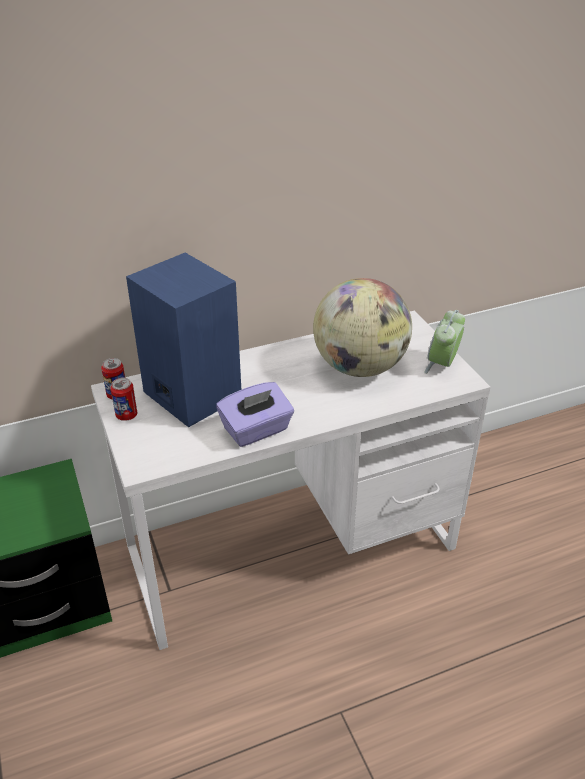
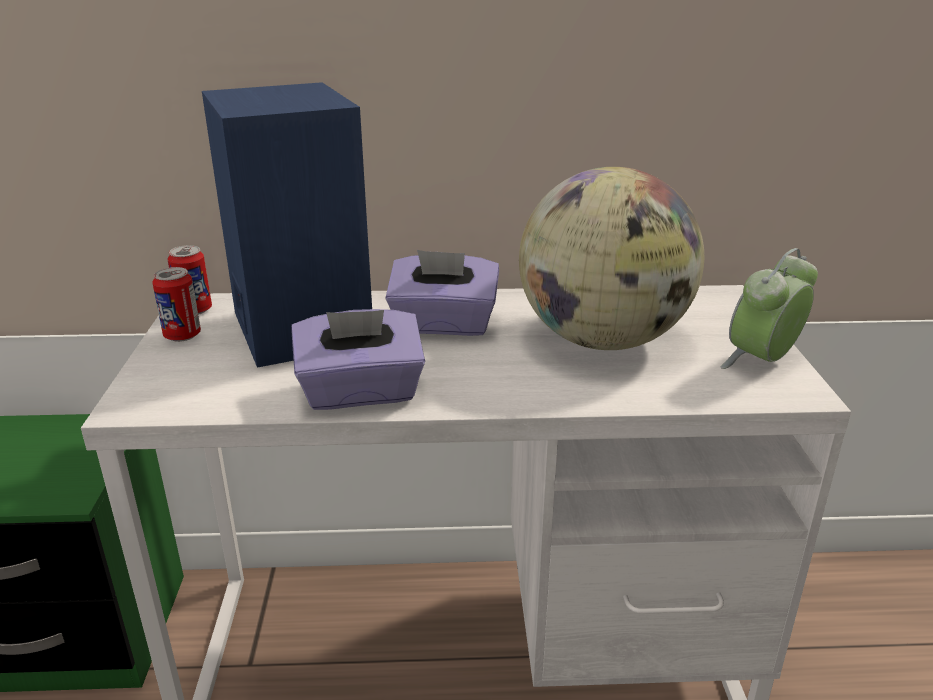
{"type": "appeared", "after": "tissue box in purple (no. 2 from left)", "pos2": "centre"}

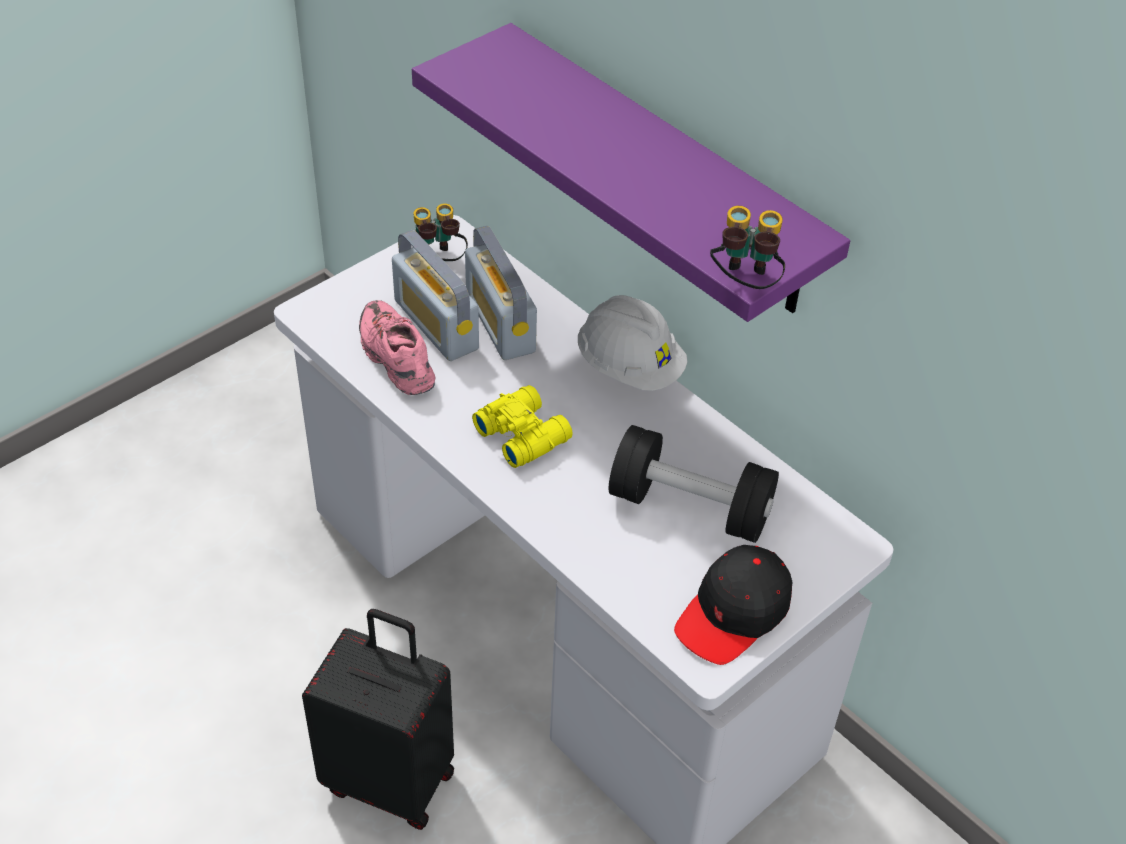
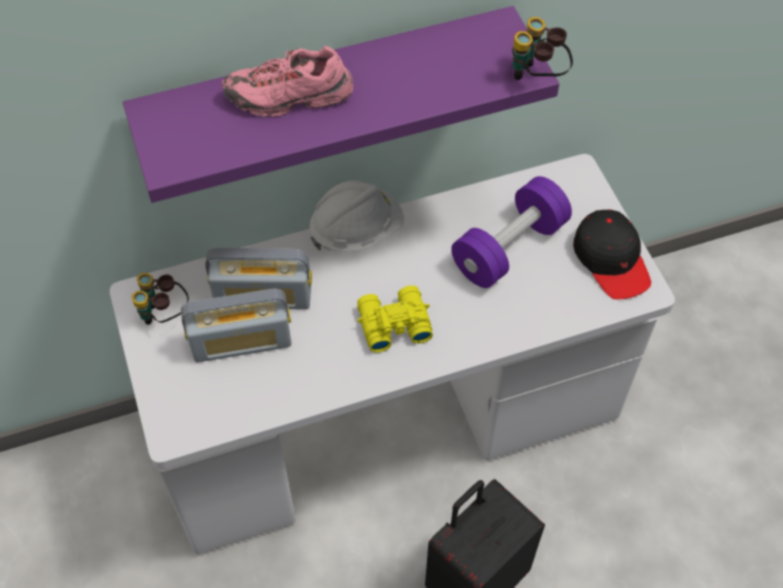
{"type": "relocated", "before": "shoe in pink", "pos1": "centre", "pos2": "top centre"}
{"type": "colour", "before": "dumbbell in black", "after": "dumbbell in purple", "pos1": "centre", "pos2": "centre"}

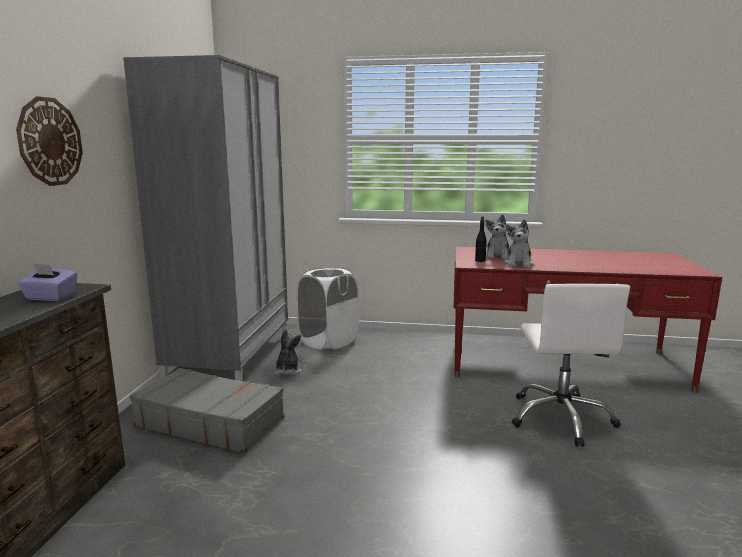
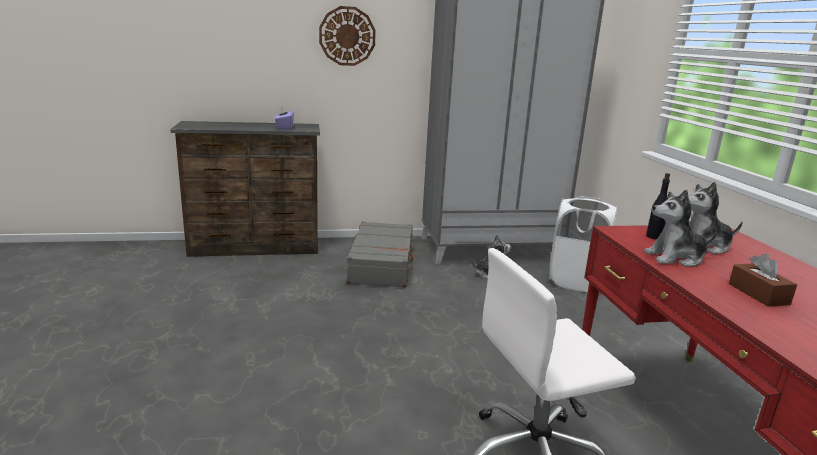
{"type": "appeared", "after": "tissue box in brown", "pos2": "middle right"}

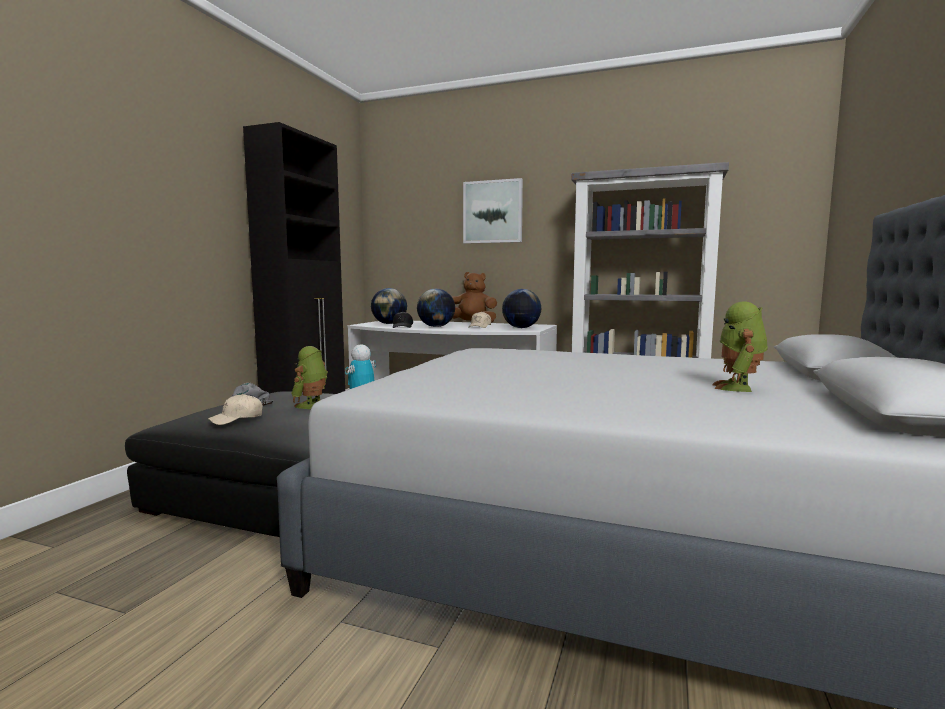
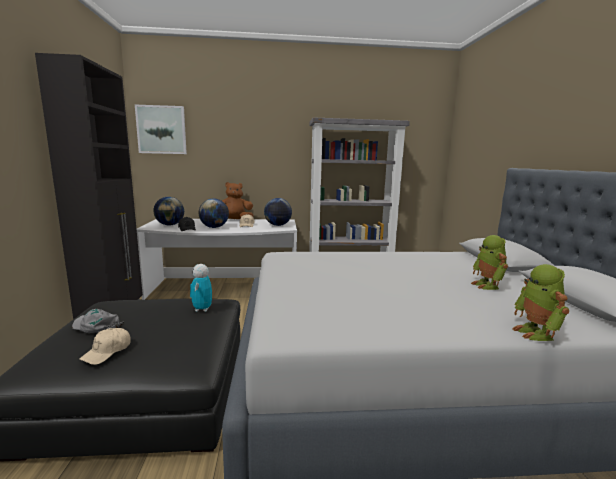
{"type": "relocated", "before": "picture", "pos1": "top centre", "pos2": "top left"}
{"type": "relocated", "before": "toy robot (no. 1 from left in the first image)", "after": "toy robot (no. 3 from left)", "pos1": "middle left", "pos2": "middle right"}

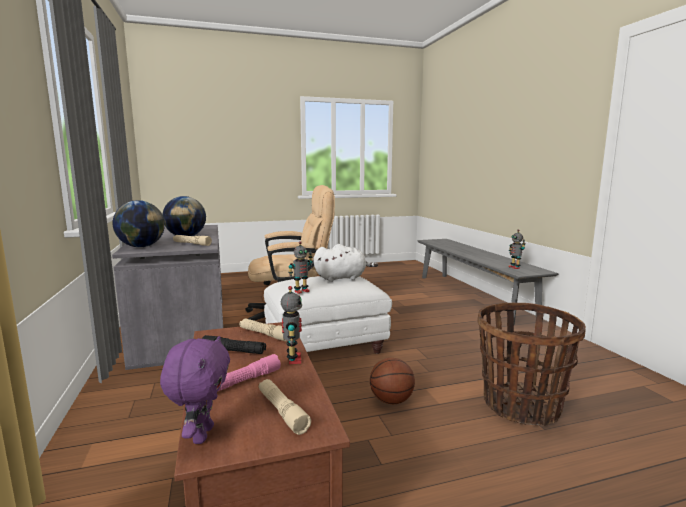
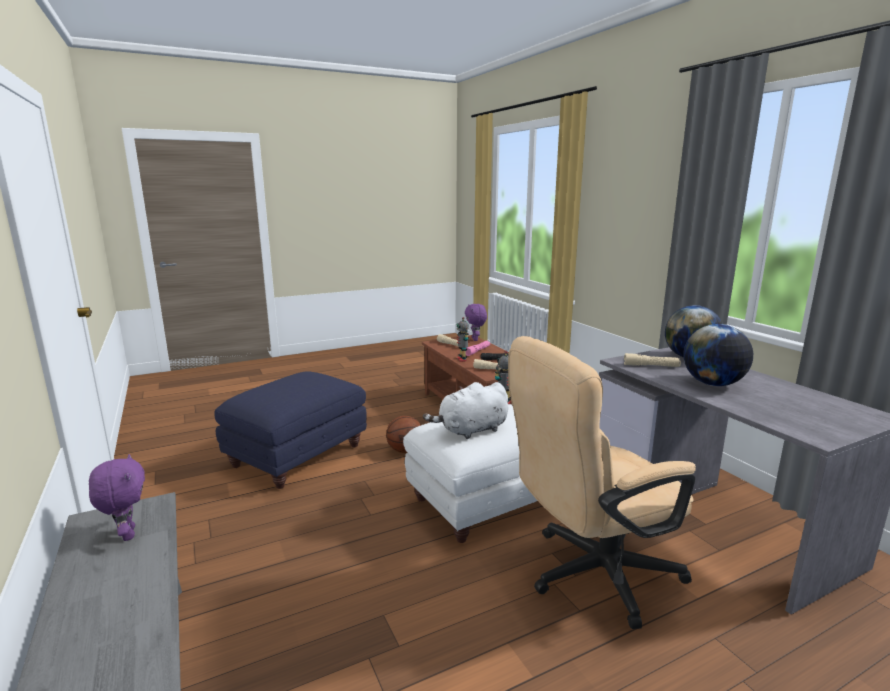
{"type": "exchanged", "before": "toy robot (no. 3 from left)", "after": "plush toy in purple (no. 1 from left)", "pos1": "middle right", "pos2": "bottom left"}
{"type": "exchanged", "before": "basket", "after": "ottoman in blue", "pos1": "bottom right", "pos2": "middle left"}

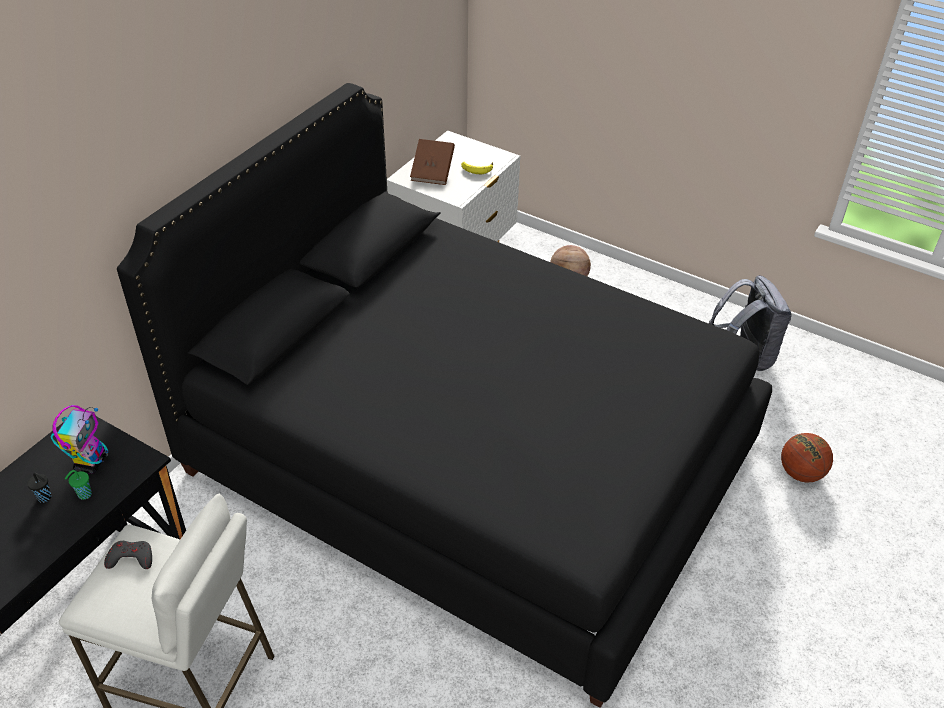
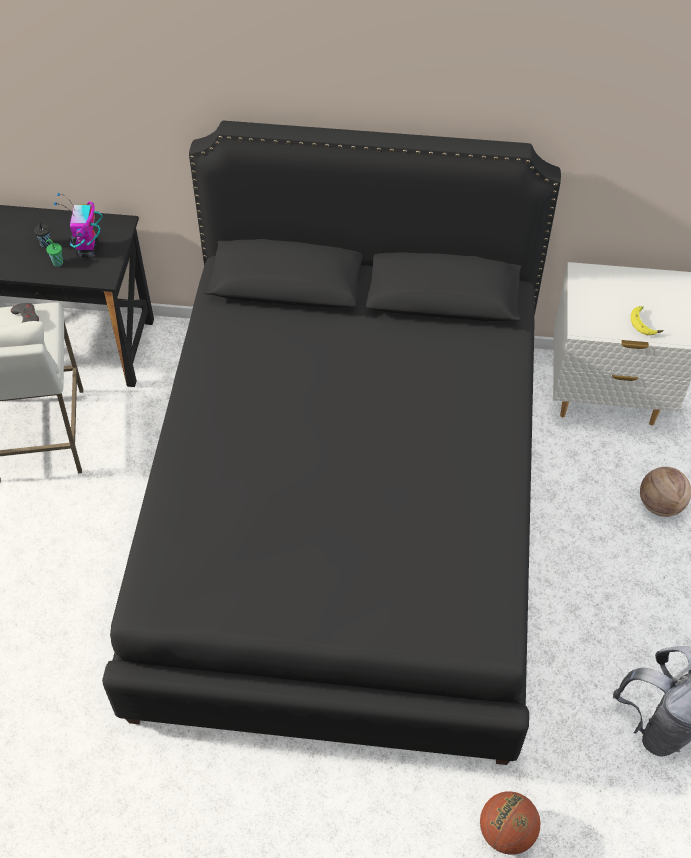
{"type": "missing", "before": "book in brown", "pos1": "top centre"}
{"type": "spun", "before": "toy robot", "pos1": "middle left", "pos2": "top left", "turn": 105}

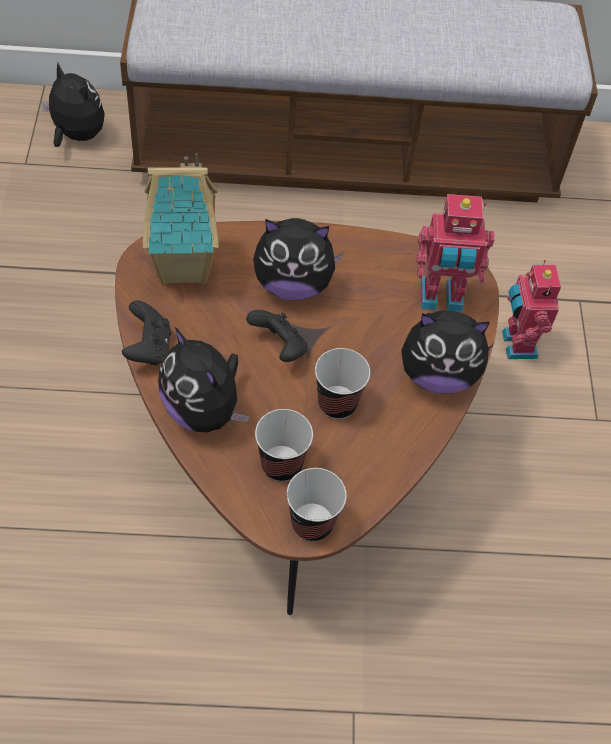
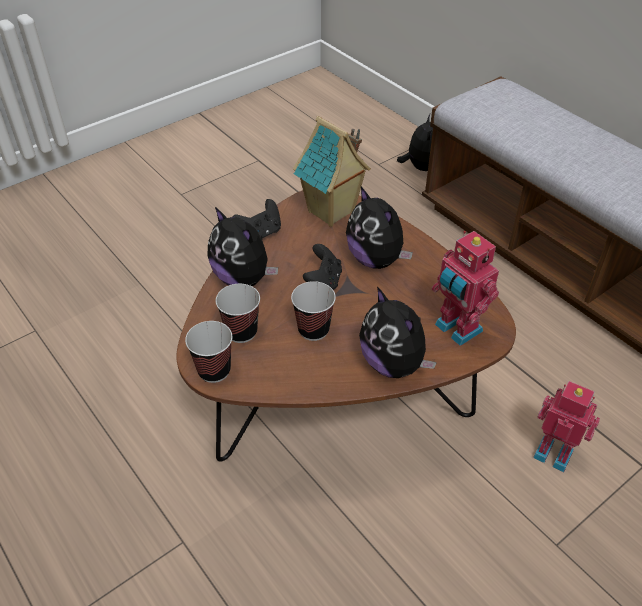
{"type": "spun", "before": "toy robot (no. 2 from left)", "pos1": "middle right", "pos2": "bottom right", "turn": 75}
{"type": "spun", "before": "plush toy (no. 2 from left in the first image)", "pos1": "middle left", "pos2": "centre", "turn": -60}

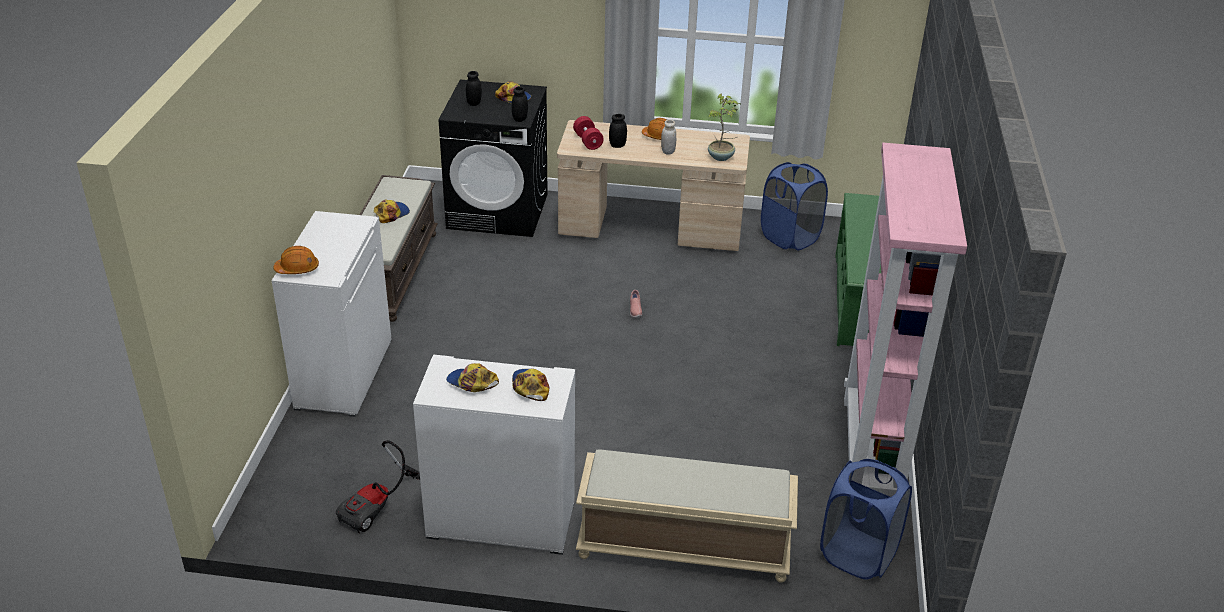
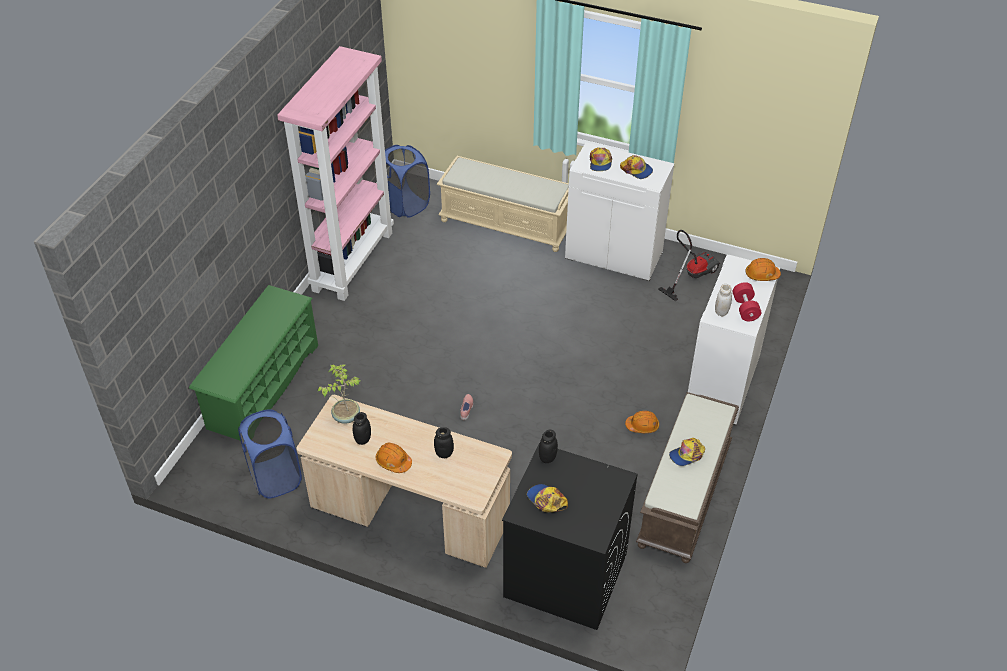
{"type": "relocated", "before": "jar in black (no. 1 from left)", "pos1": "top centre", "pos2": "centre"}
{"type": "relocated", "before": "dumbbell in red", "pos1": "top centre", "pos2": "middle right"}
{"type": "relocated", "before": "jar in white", "pos1": "top centre", "pos2": "middle right"}
{"type": "appeared", "after": "hard hat in orange (no. 2 from left)", "pos2": "centre"}

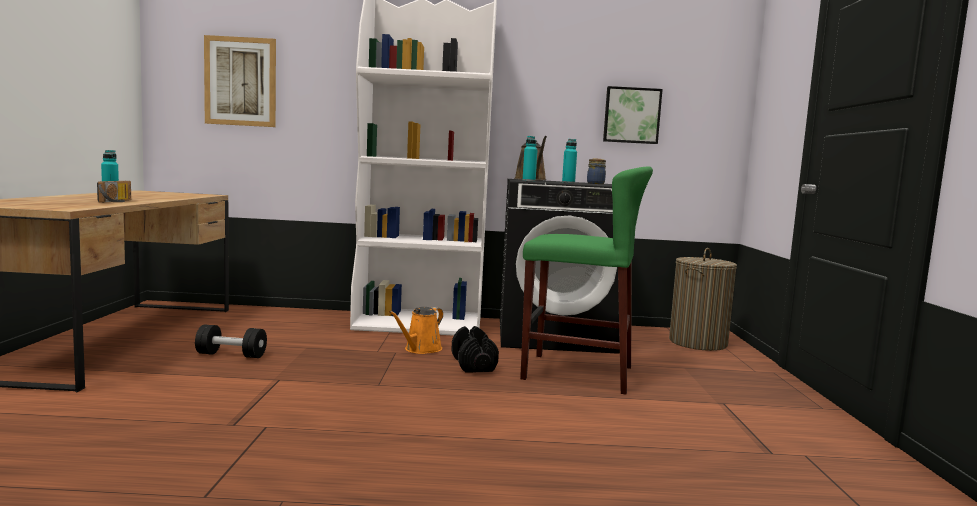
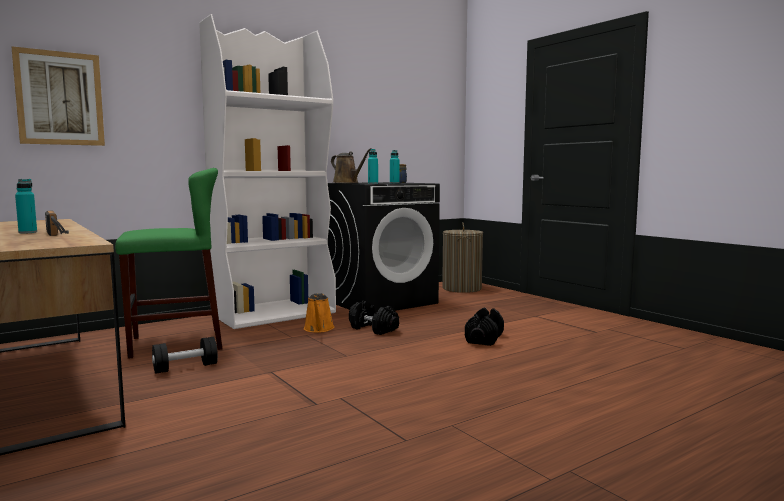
{"type": "missing", "before": "picture (no. 2 from left)", "pos1": "top centre"}
{"type": "relocated", "before": "stool in green", "pos1": "centre", "pos2": "middle left"}
{"type": "appeared", "after": "dumbbell in black (no. 3 from left)", "pos2": "centre"}

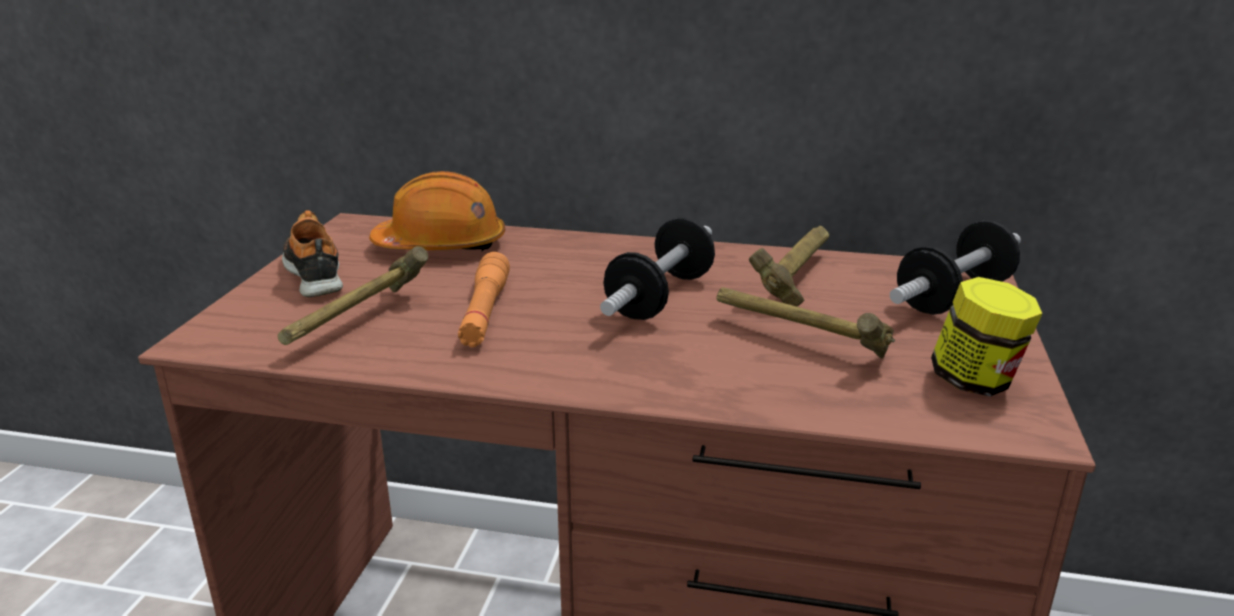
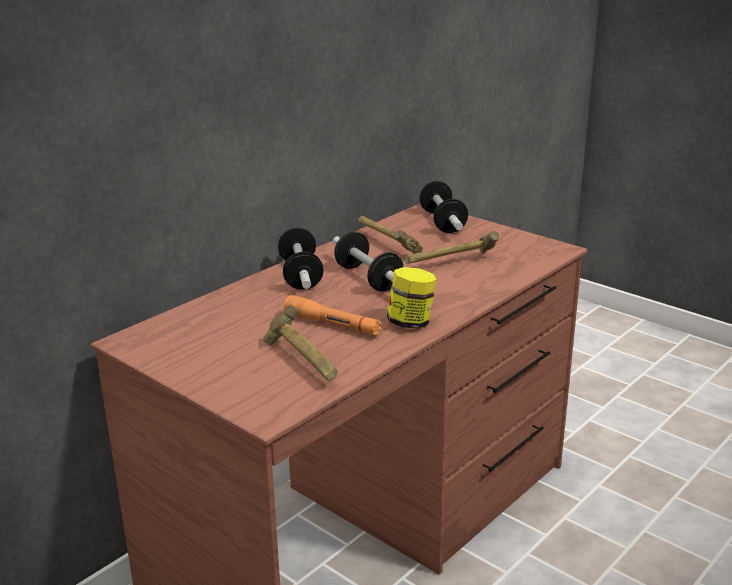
{"type": "missing", "before": "hard hat in orange", "pos1": "centre"}
{"type": "missing", "before": "shoe", "pos1": "middle left"}
{"type": "relocated", "before": "jar", "pos1": "middle right", "pos2": "centre"}
{"type": "appeared", "after": "dumbbell (no. 1 from left)", "pos2": "centre"}

